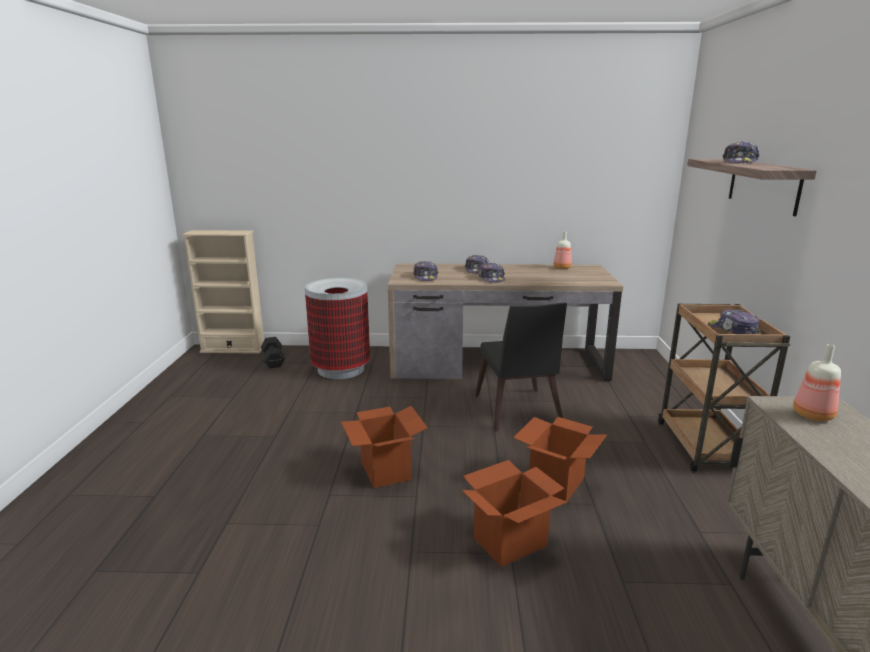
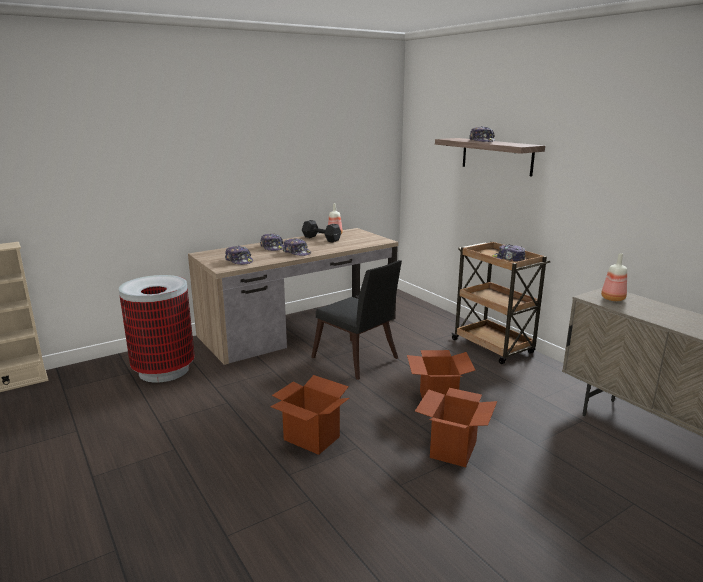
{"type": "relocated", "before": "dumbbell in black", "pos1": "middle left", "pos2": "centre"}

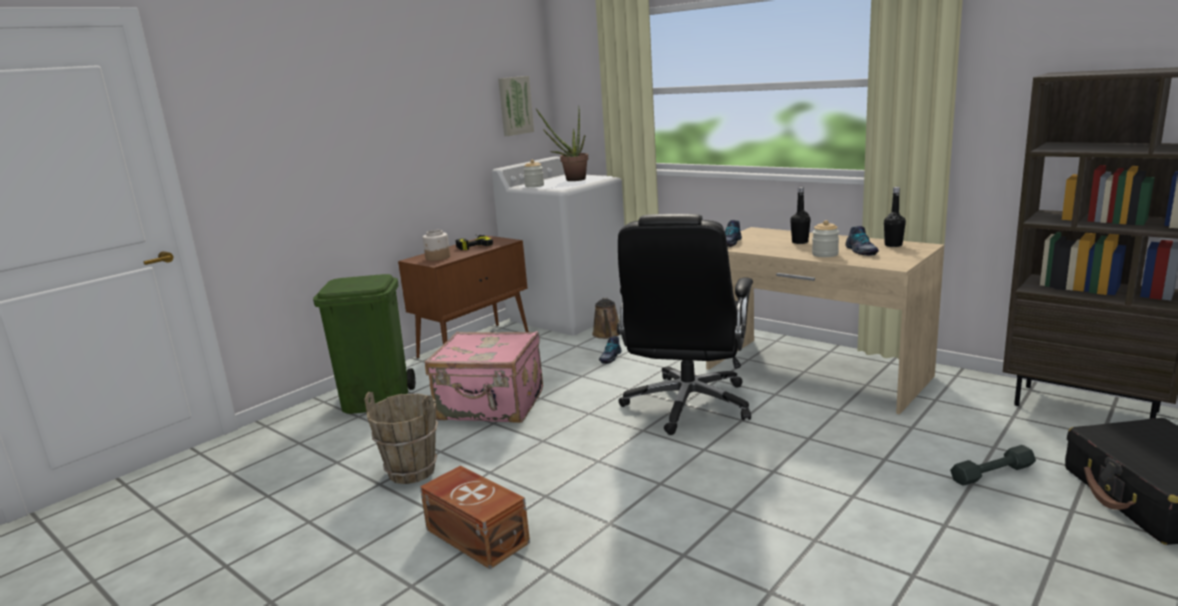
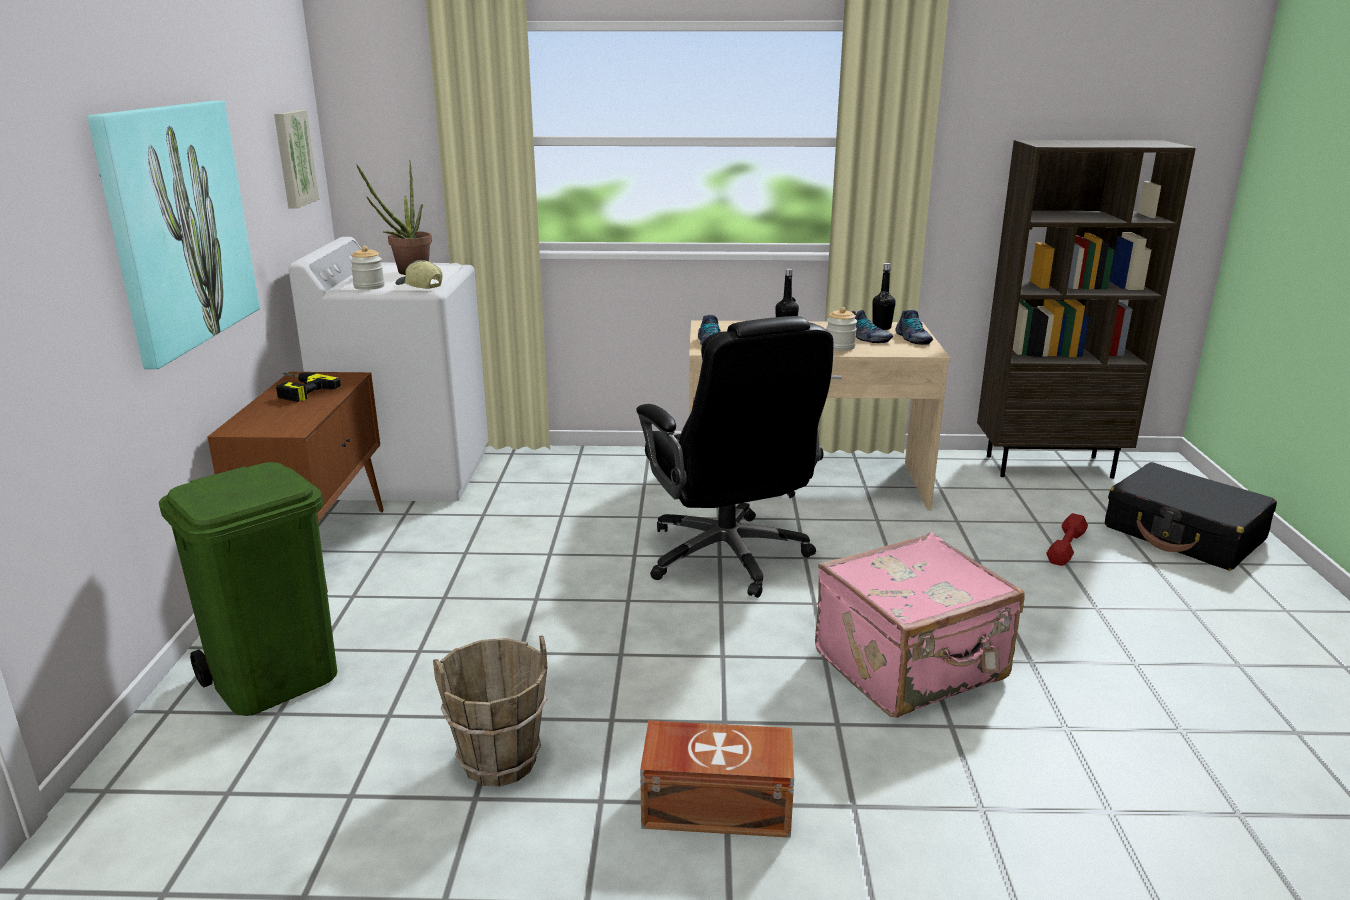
{"type": "missing", "before": "jar (no. 1 from left)", "pos1": "centre"}
{"type": "missing", "before": "watering can in brown", "pos1": "centre"}
{"type": "relocated", "before": "suitcase in pink", "pos1": "centre", "pos2": "bottom right"}
{"type": "relocated", "before": "shoe (no. 1 from left in the first image)", "after": "shoe (no. 3 from left)", "pos1": "centre", "pos2": "middle right"}
{"type": "colour", "before": "dumbbell in grey", "after": "dumbbell in red", "pos1": "bottom right", "pos2": "middle right"}
{"type": "appeared", "after": "picture (no. 1 from left)", "pos2": "top left"}
{"type": "appeared", "after": "cap", "pos2": "top left"}

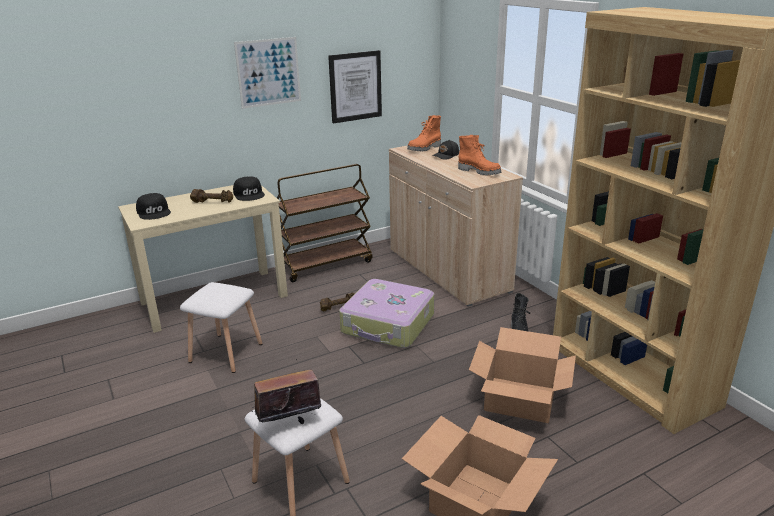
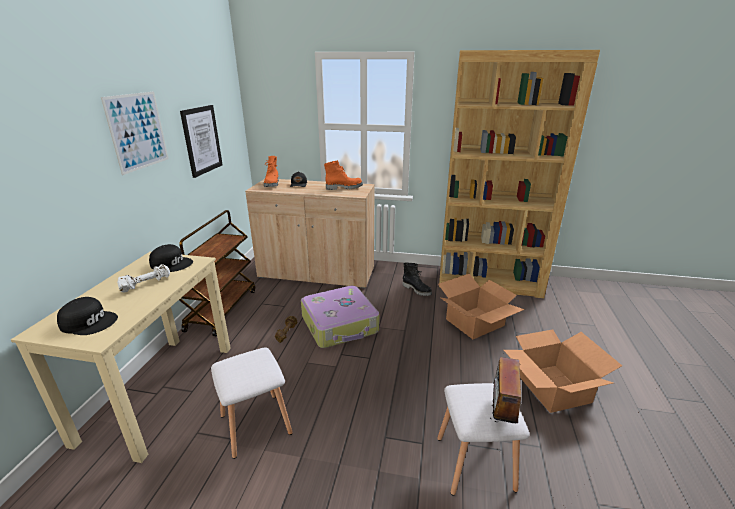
{"type": "colour", "before": "dumbbell in brown (no. 1 from left)", "after": "dumbbell in white", "pos1": "middle left", "pos2": "middle left"}

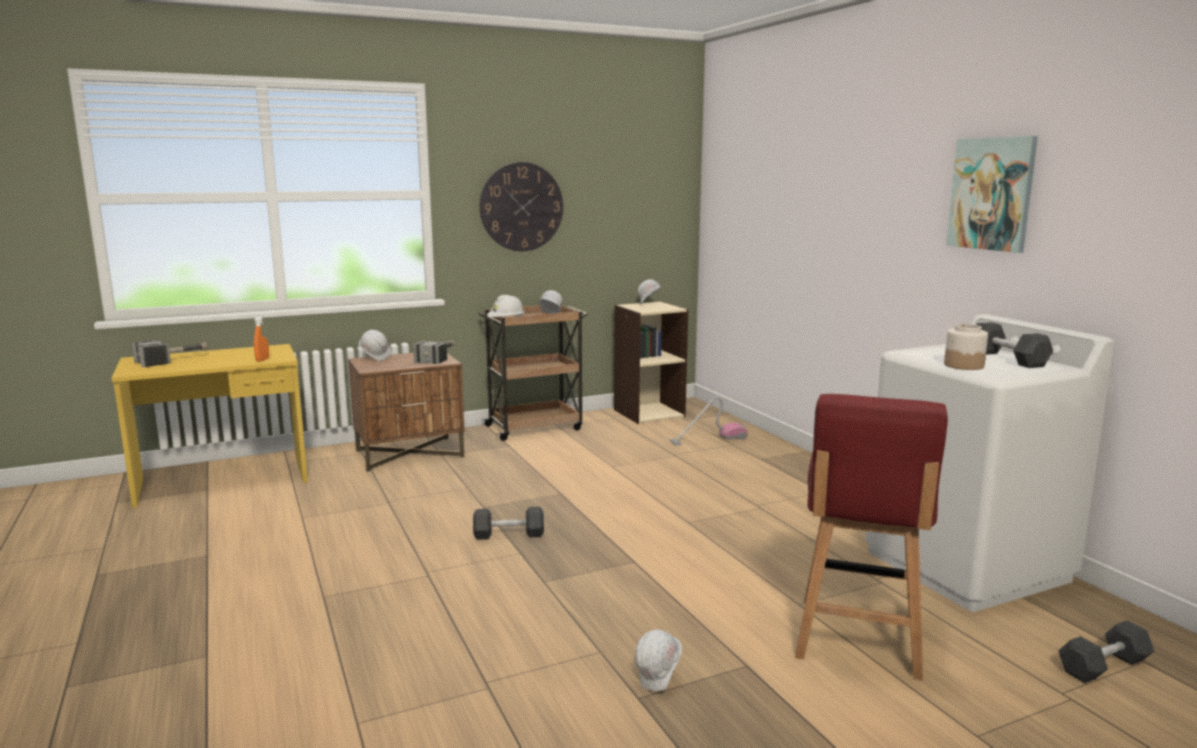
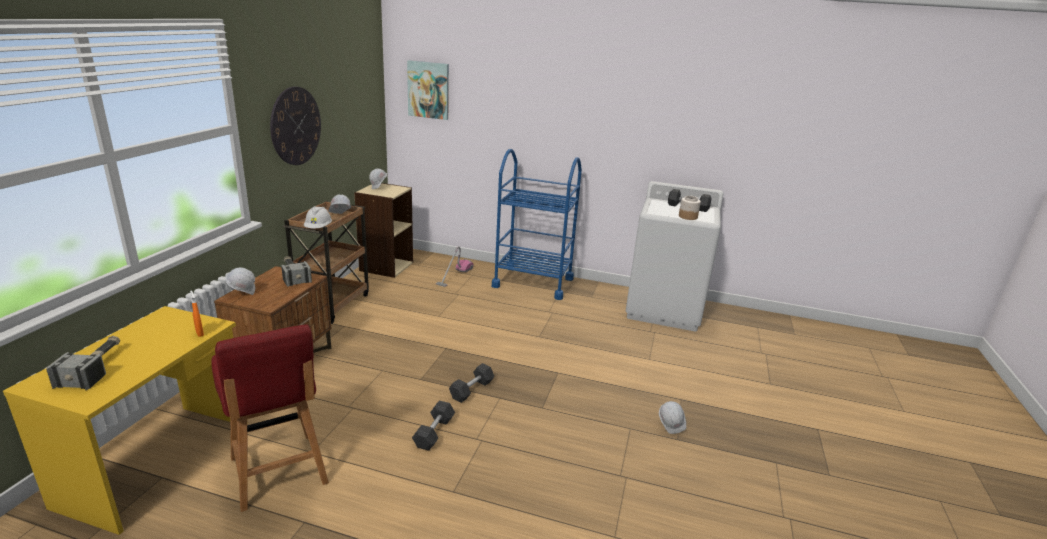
{"type": "relocated", "before": "picture", "pos1": "top right", "pos2": "top centre"}
{"type": "relocated", "before": "chair in red", "pos1": "bottom right", "pos2": "bottom left"}
{"type": "relocated", "before": "dumbbell in grey (no. 3 from left in the first image)", "after": "dumbbell in grey (no. 1 from left)", "pos1": "bottom right", "pos2": "bottom centre"}
{"type": "appeared", "after": "cart in blue", "pos2": "centre"}

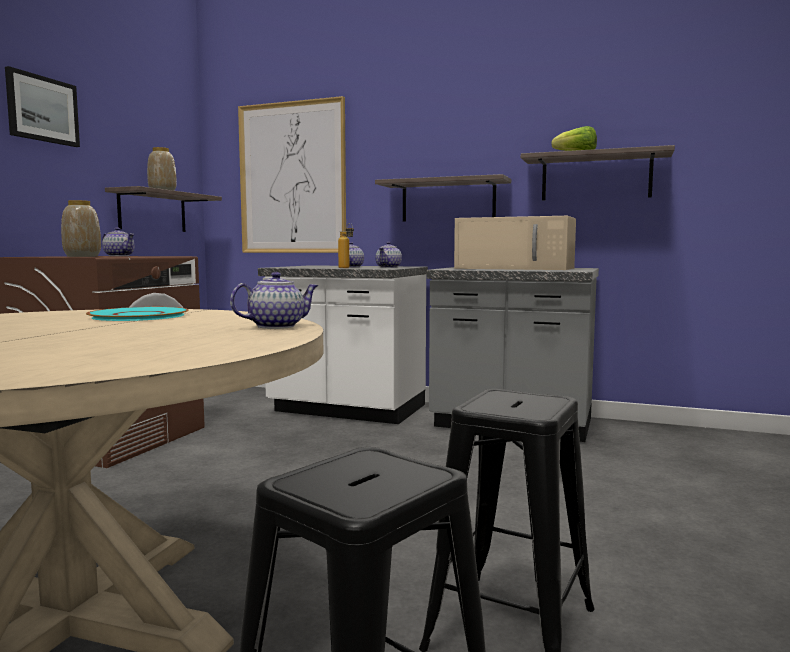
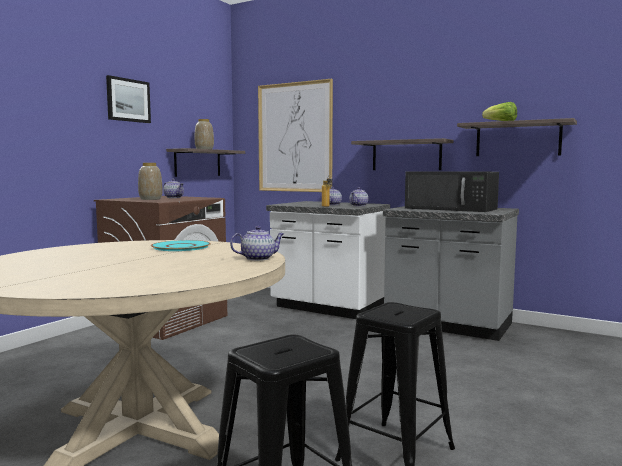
{"type": "colour", "before": "microwave in beige", "after": "microwave in black", "pos1": "centre", "pos2": "middle right"}

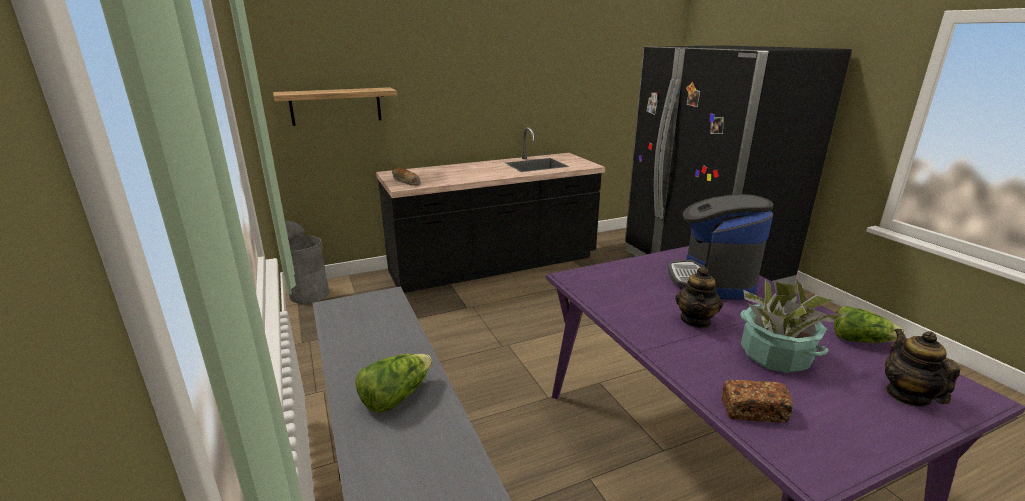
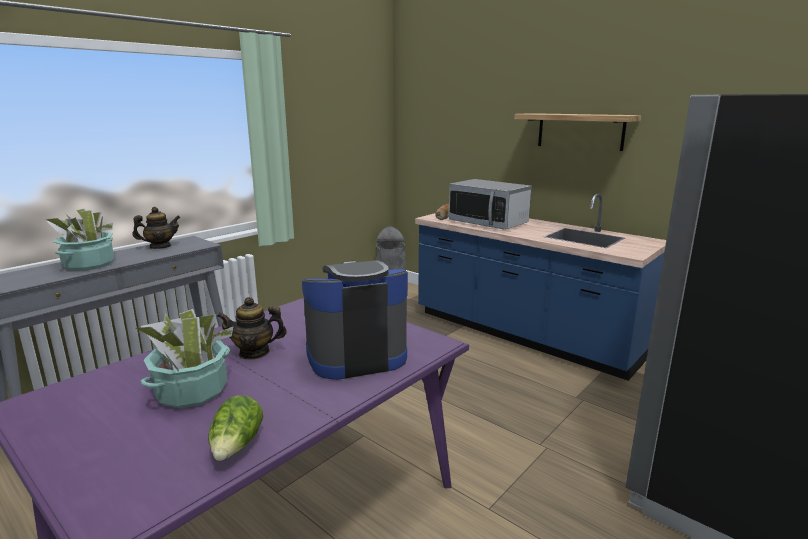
{"type": "relocated", "before": "shelf", "pos1": "top left", "pos2": "top right"}
{"type": "colour", "before": "counter in black", "after": "counter in blue", "pos1": "centre", "pos2": "middle right"}
{"type": "relocated", "before": "teapot (no. 2 from left in the first image)", "after": "teapot (no. 1 from left)", "pos1": "bottom right", "pos2": "middle left"}
{"type": "exchanged", "before": "lettuce (no. 1 from left)", "after": "potted plant (no. 1 from left)", "pos1": "bottom centre", "pos2": "middle left"}
{"type": "missing", "before": "bread (no. 2 from left)", "pos1": "bottom right"}
{"type": "appeared", "after": "microwave", "pos2": "centre"}

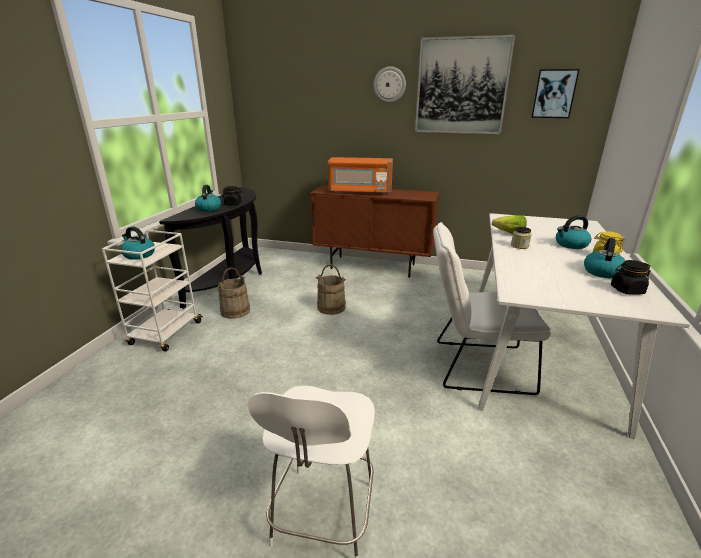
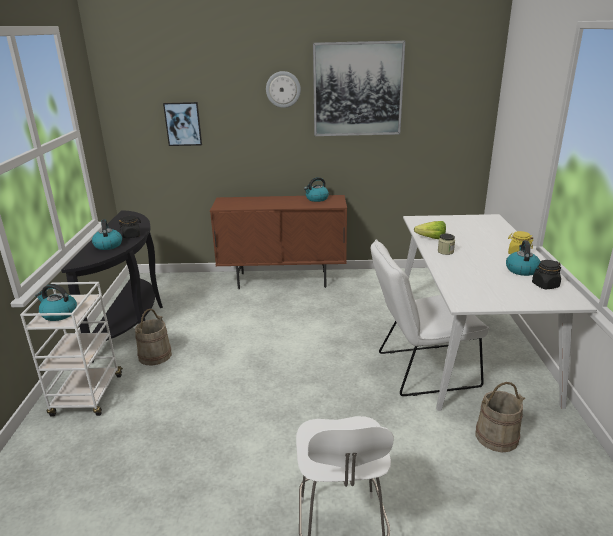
{"type": "relocated", "before": "picture (no. 2 from left in the first image)", "after": "picture (no. 1 from left)", "pos1": "top right", "pos2": "top left"}
{"type": "missing", "before": "microwave in orange", "pos1": "top centre"}
{"type": "relocated", "before": "kettle (no. 3 from left)", "pos1": "middle right", "pos2": "centre"}
{"type": "relocated", "before": "bucket in beige (no. 2 from left)", "pos1": "centre", "pos2": "bottom right"}

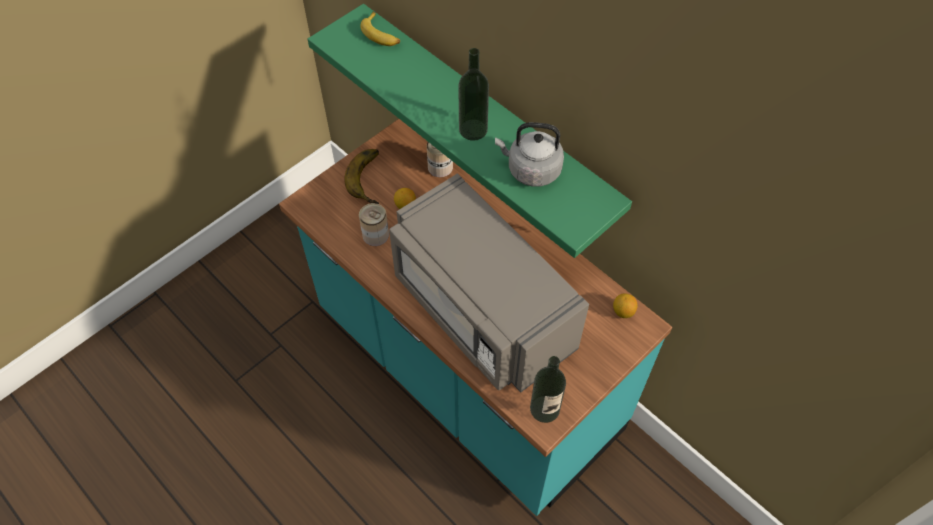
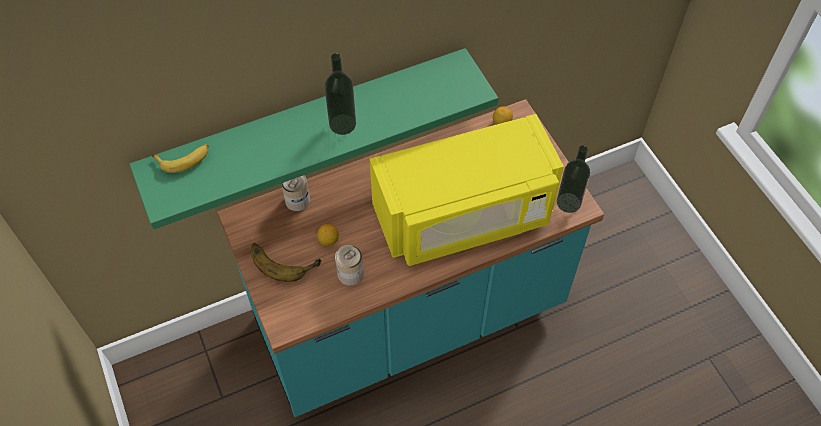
{"type": "missing", "before": "kettle in grey", "pos1": "top centre"}
{"type": "colour", "before": "microwave in grey", "after": "microwave in yellow", "pos1": "centre", "pos2": "centre"}

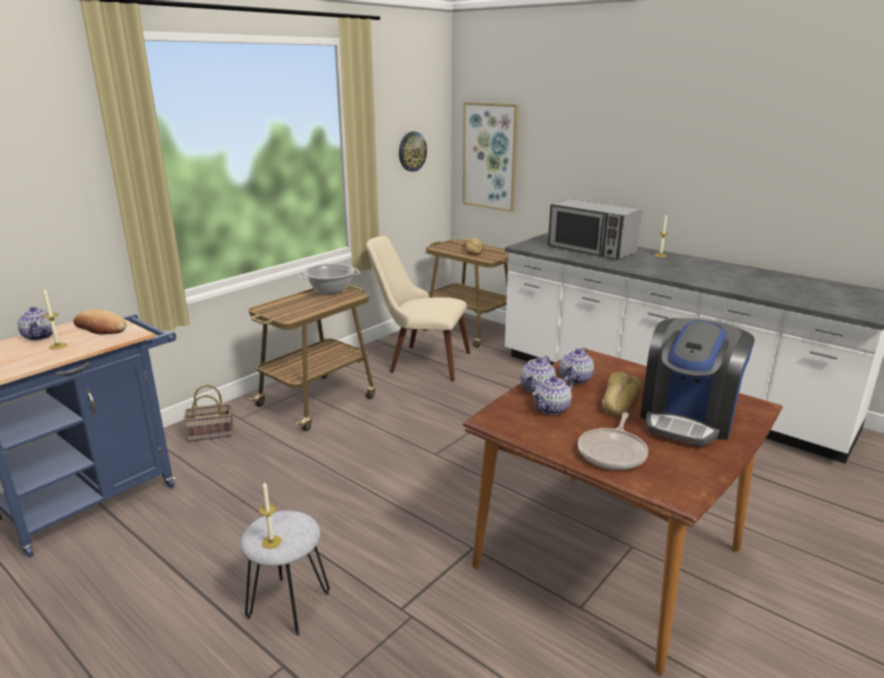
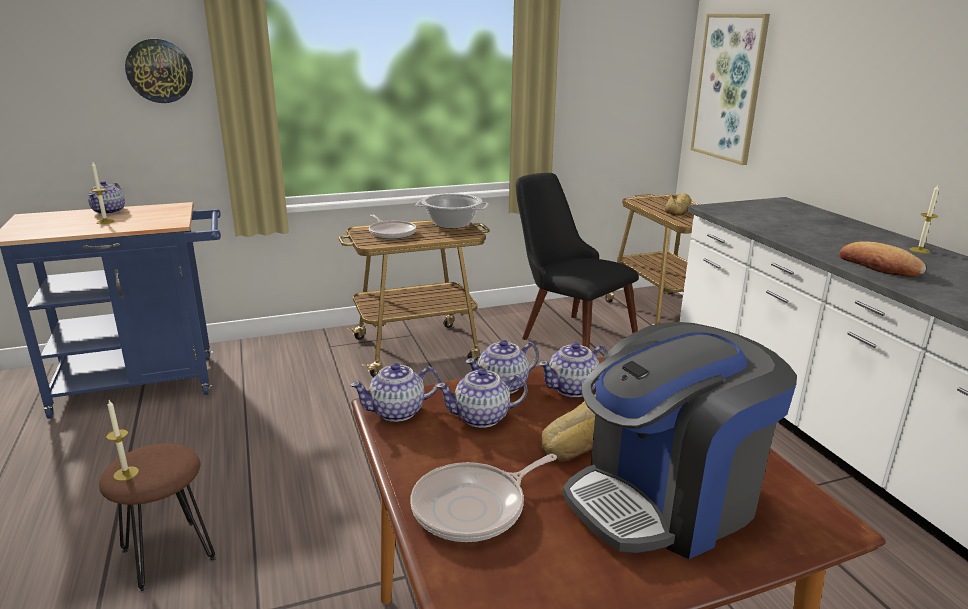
{"type": "relocated", "before": "wall clock", "pos1": "top centre", "pos2": "top left"}
{"type": "missing", "before": "microwave", "pos1": "middle right"}
{"type": "colour", "before": "chair in beige", "after": "chair in black", "pos1": "centre", "pos2": "centre"}
{"type": "relocated", "before": "bread (no. 1 from left in the first image)", "after": "bread (no. 3 from left)", "pos1": "middle left", "pos2": "middle right"}
{"type": "missing", "before": "basket", "pos1": "middle left"}
{"type": "colour", "before": "stool in grey", "after": "stool in brown", "pos1": "bottom left", "pos2": "bottom left"}
{"type": "appeared", "after": "frying pan (no. 1 from left)", "pos2": "centre"}
{"type": "appeared", "after": "teapot (no. 2 from left)", "pos2": "centre"}

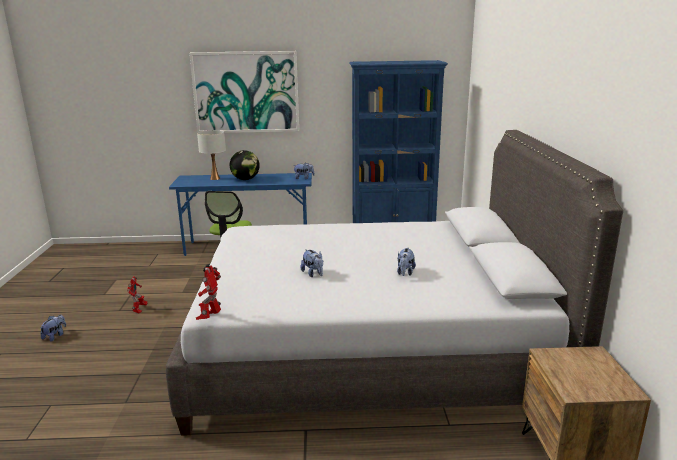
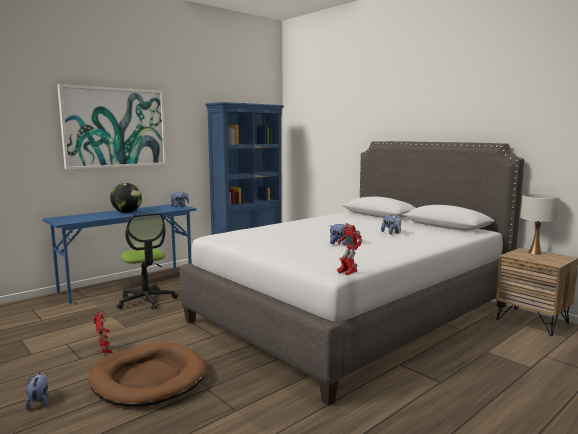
{"type": "relocated", "before": "table lamp in white", "pos1": "middle left", "pos2": "middle right"}
{"type": "appeared", "after": "dog bed in brown", "pos2": "bottom left"}

